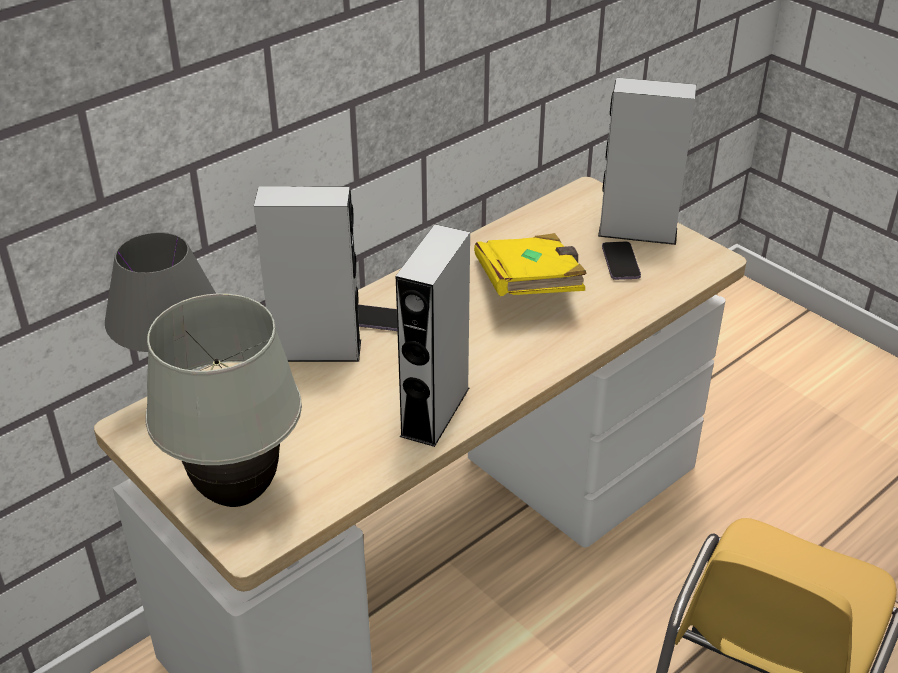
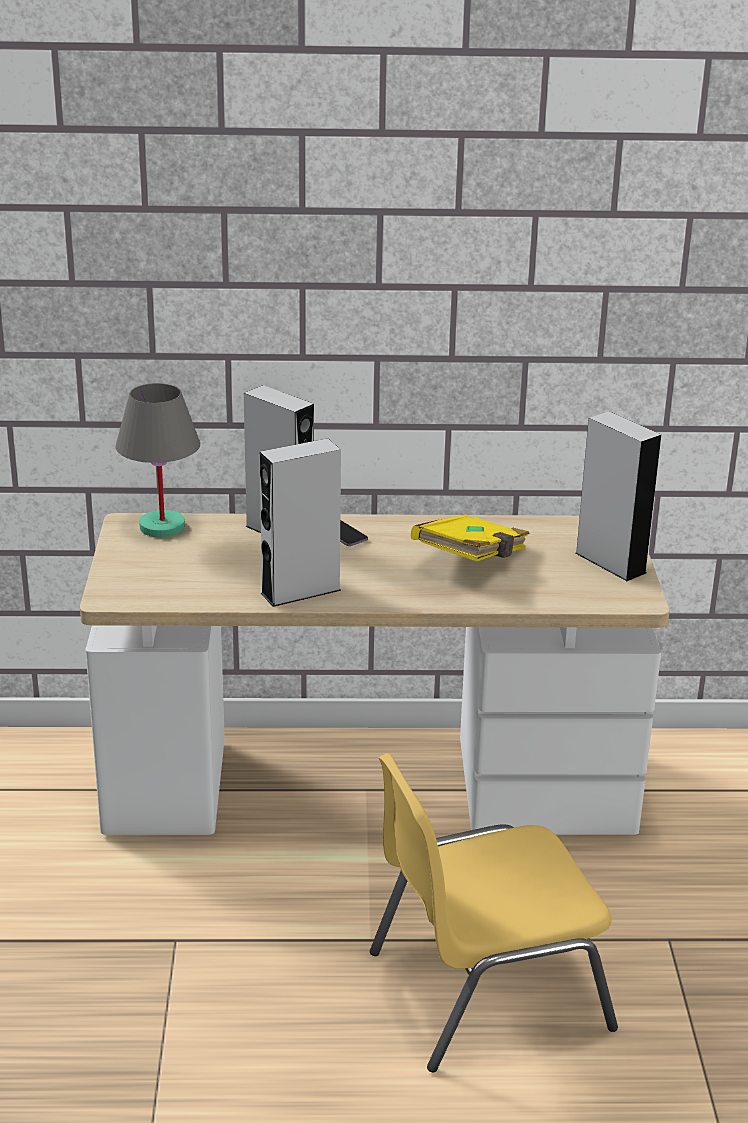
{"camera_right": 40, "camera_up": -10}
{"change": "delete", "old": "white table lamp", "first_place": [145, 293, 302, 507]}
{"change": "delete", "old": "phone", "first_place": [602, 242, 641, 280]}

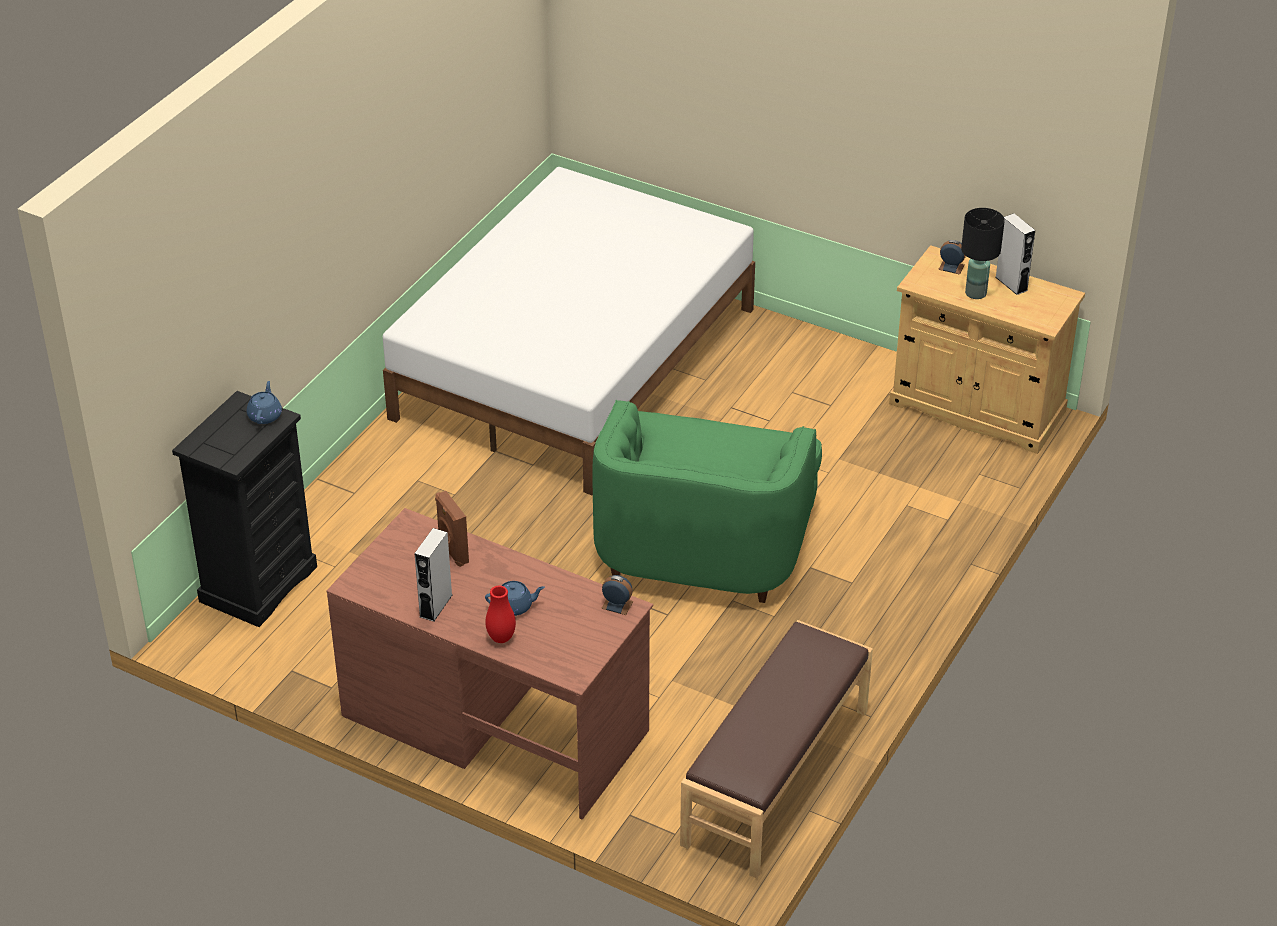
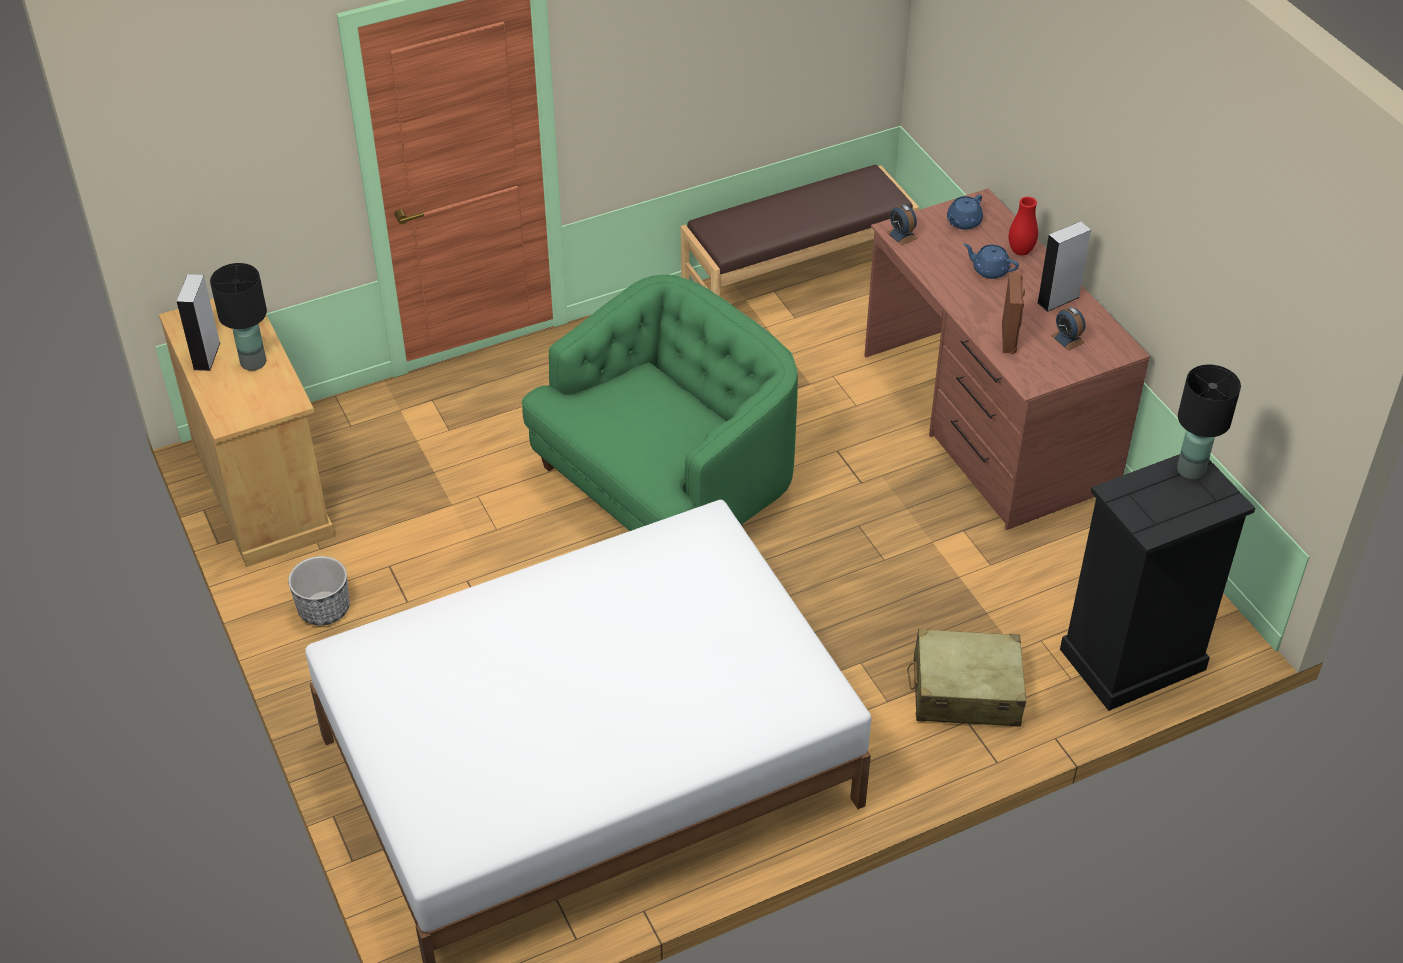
{"camera_right": -145, "camera_up": 5}
{"change": "move", "old": "blue teapot", "first_place": [247, 381, 282, 424], "second_place": [947, 195, 983, 230]}
{"change": "move", "old": "alarm clock", "first_place": [938, 240, 966, 275], "second_place": [1051, 307, 1086, 351]}
{"change": "insert", "new": "planter", "second_place": [288, 556, 350, 625]}
{"change": "insert", "new": "beige suitcase", "second_place": [907, 629, 1026, 727]}
{"change": "insert", "new": "black table lamp", "second_place": [1177, 364, 1241, 479]}

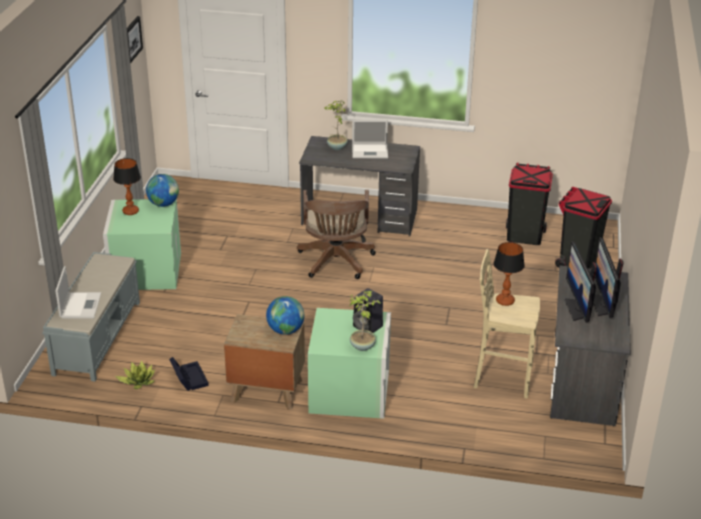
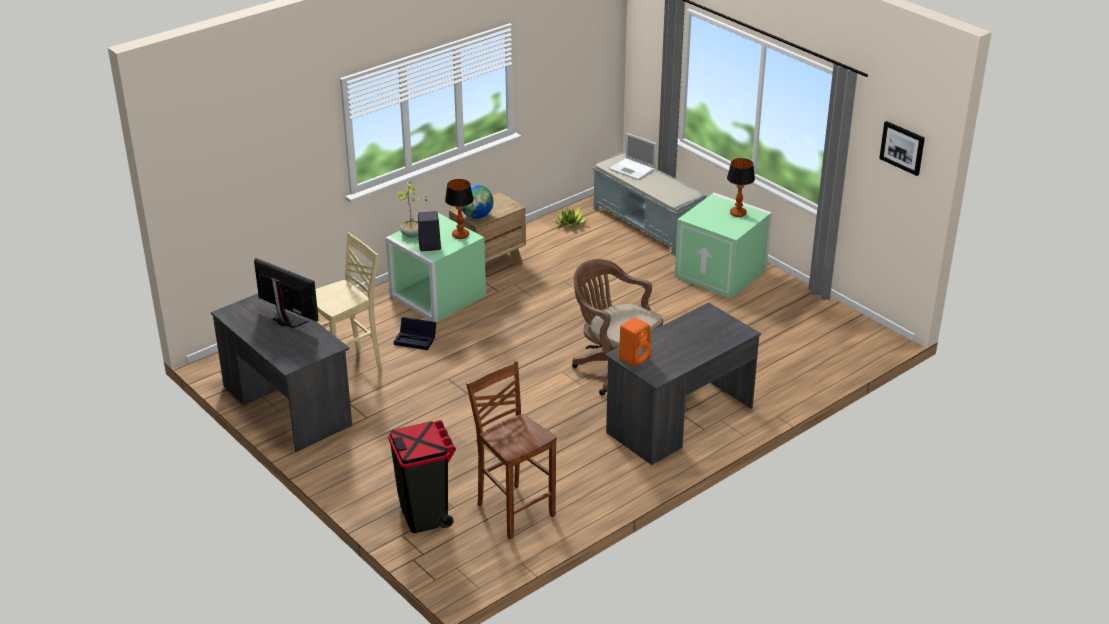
{"camera_right": 130, "camera_up": 0}
{"change": "delete", "old": "globe", "first_place": [146, 174, 179, 207]}
{"change": "move", "old": "black storage box", "first_place": [169, 357, 209, 391], "second_place": [394, 317, 436, 350]}
{"change": "delete", "old": "potted plant", "first_place": [324, 100, 348, 150]}
{"change": "delete", "old": "laptop", "first_place": [352, 120, 388, 158]}
{"change": "move", "old": "table lamp", "first_place": [493, 242, 525, 306], "second_place": [445, 179, 474, 239]}
{"change": "replace", "old": "black trash can", "new": "brown stool", "first_place": [506, 163, 553, 245], "second_place": [466, 361, 557, 539]}
{"change": "delete", "old": "monitor", "first_place": [594, 237, 624, 318]}
{"change": "insert", "new": "orange speaker", "second_place": [619, 317, 651, 367]}

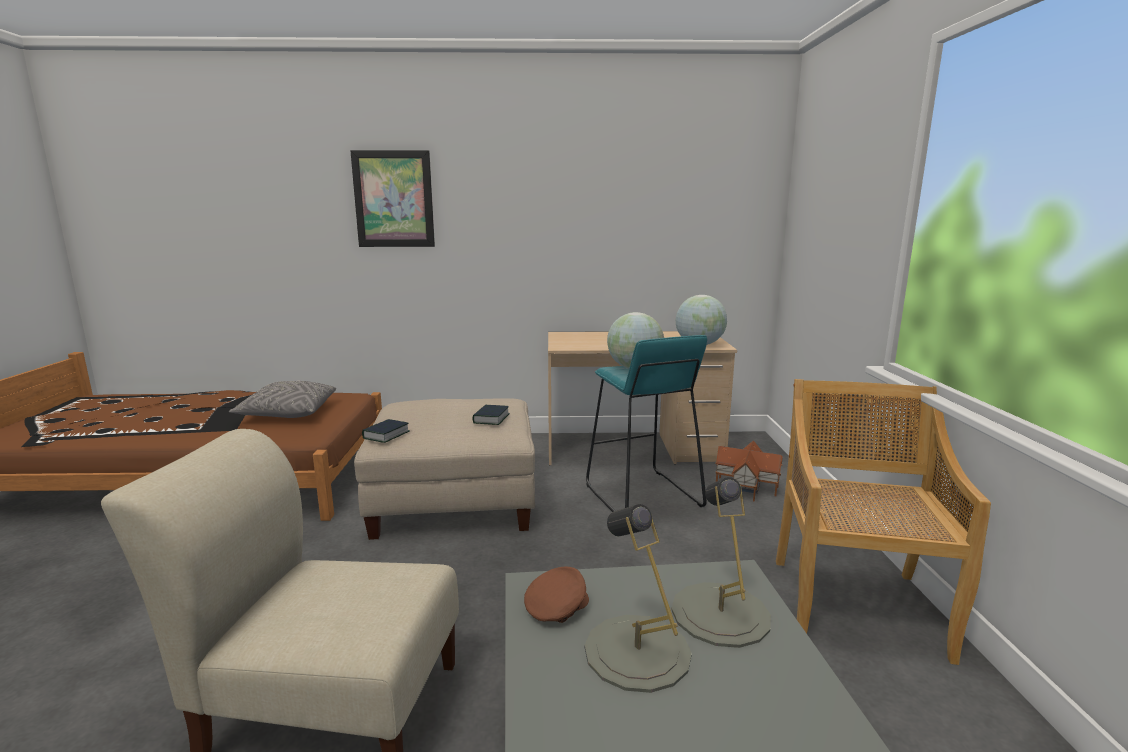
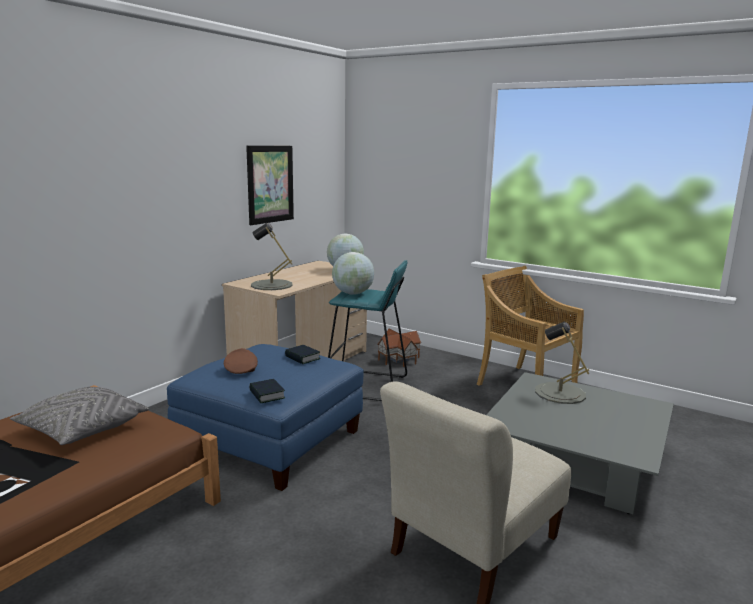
{"camera_right": -55, "camera_up": 0}
{"change": "move", "old": "picture", "first_place": [350, 150, 435, 247], "second_place": [246, 146, 294, 225]}
{"change": "recolor", "old": "beige ottoman", "new": "blue ottoman", "first_place": [354, 398, 535, 540], "second_place": [167, 344, 364, 491]}
{"change": "move", "old": "brown cap", "first_place": [524, 567, 589, 623], "second_place": [224, 348, 258, 374]}
{"change": "move", "old": "grey table lamp", "first_place": [585, 504, 692, 693], "second_place": [251, 223, 293, 290]}

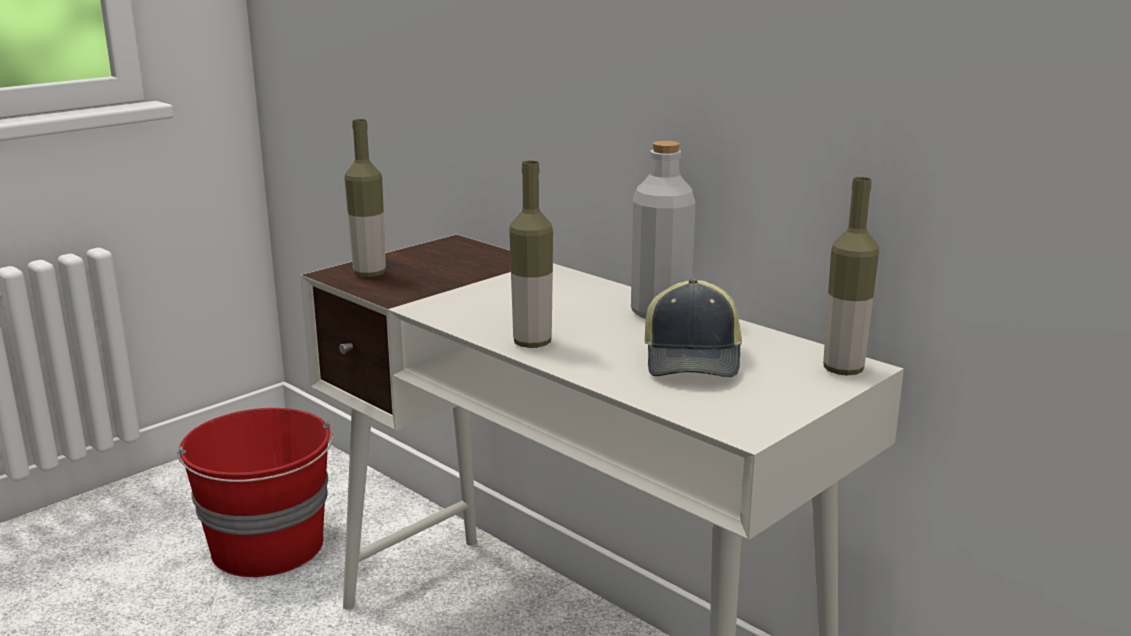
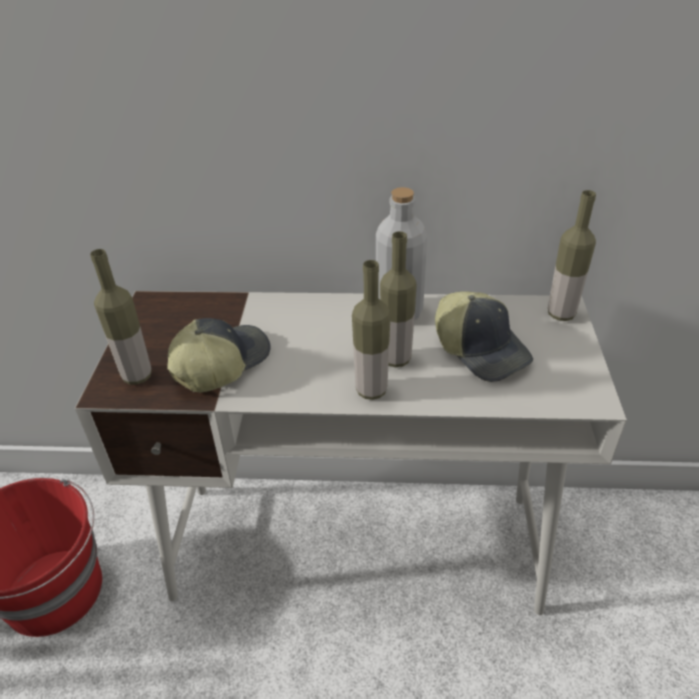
{"camera_right": -40, "camera_up": 20}
{"change": "insert", "new": "cap", "second_place": [167, 318, 271, 393]}
{"change": "insert", "new": "bottle", "second_place": [380, 231, 417, 367]}

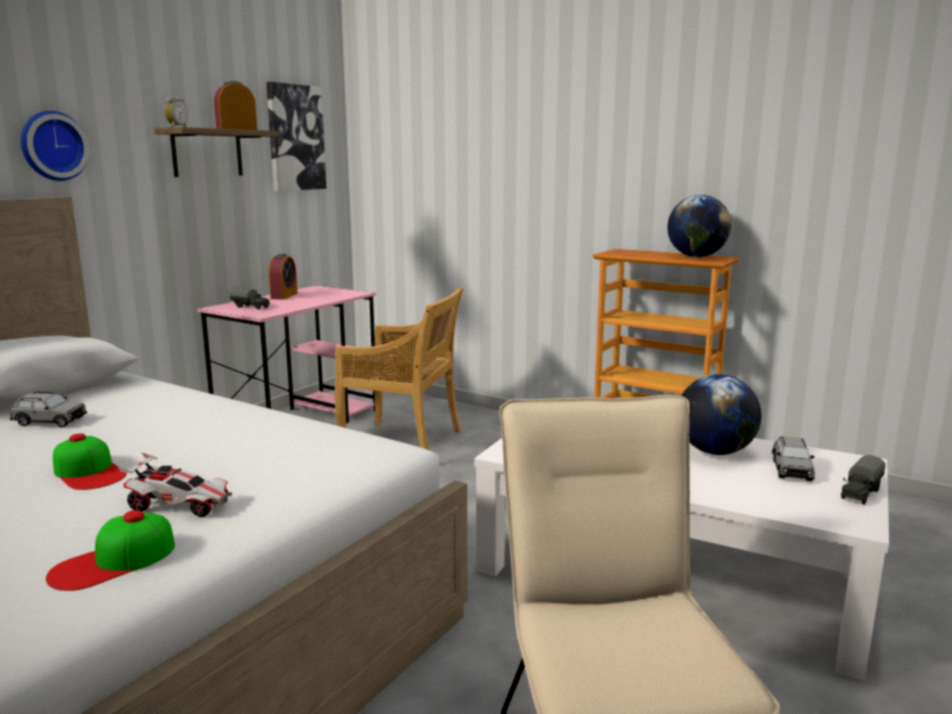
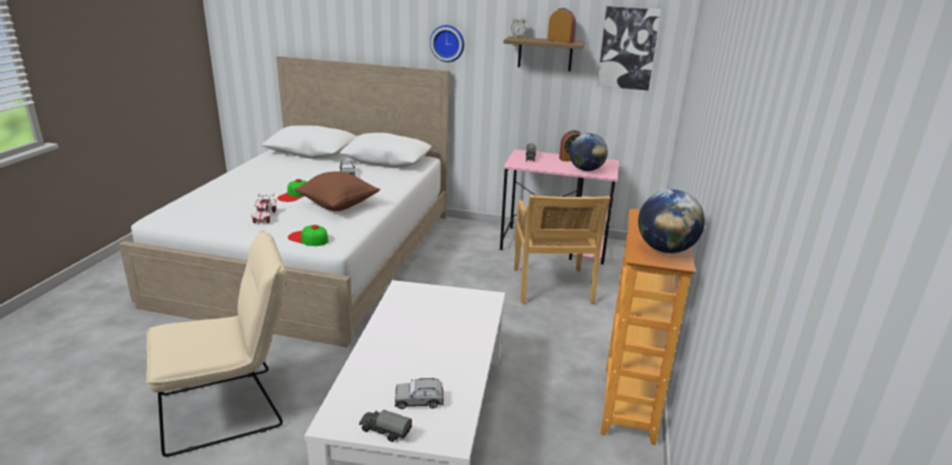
{"camera_right": 70, "camera_up": 10}
{"change": "move", "old": "cap", "first_place": [46, 510, 175, 591], "second_place": [288, 225, 328, 246]}
{"change": "move", "old": "globe", "first_place": [681, 374, 762, 455], "second_place": [569, 133, 608, 171]}
{"change": "insert", "new": "brown pillow", "second_place": [295, 171, 380, 211]}

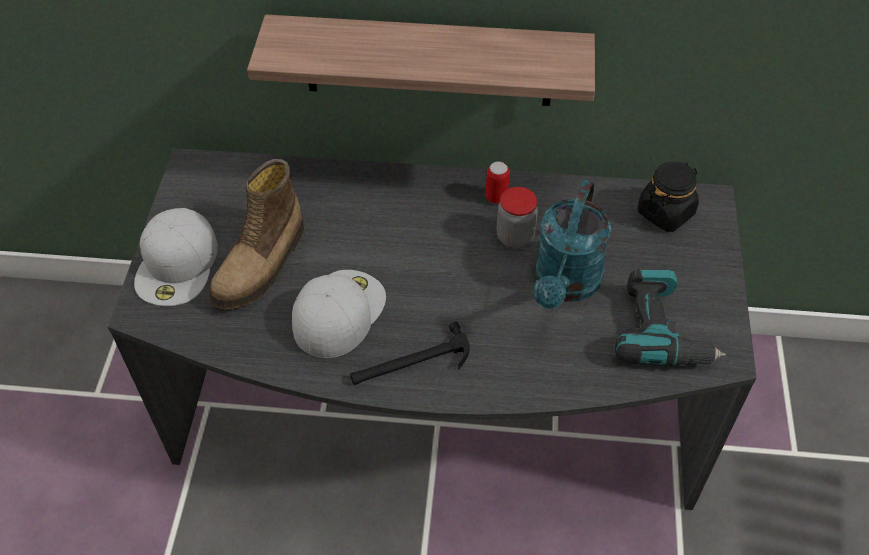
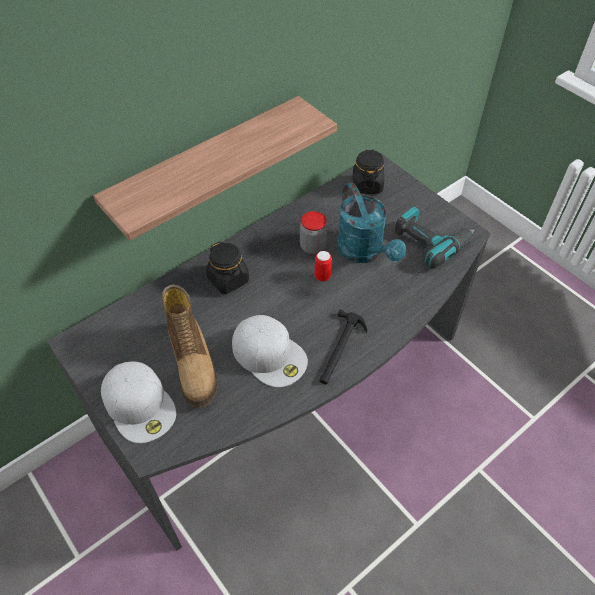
{"camera_right": -45, "camera_up": 0}
{"change": "rotate", "old": "white cap", "first_place": [292, 270, 386, 358], "second_place": [232, 315, 308, 387], "degrees": 150}
{"change": "move", "old": "can", "first_place": [486, 161, 510, 204], "second_place": [315, 251, 332, 281]}
{"change": "insert", "new": "black jar", "second_place": [206, 241, 249, 294]}

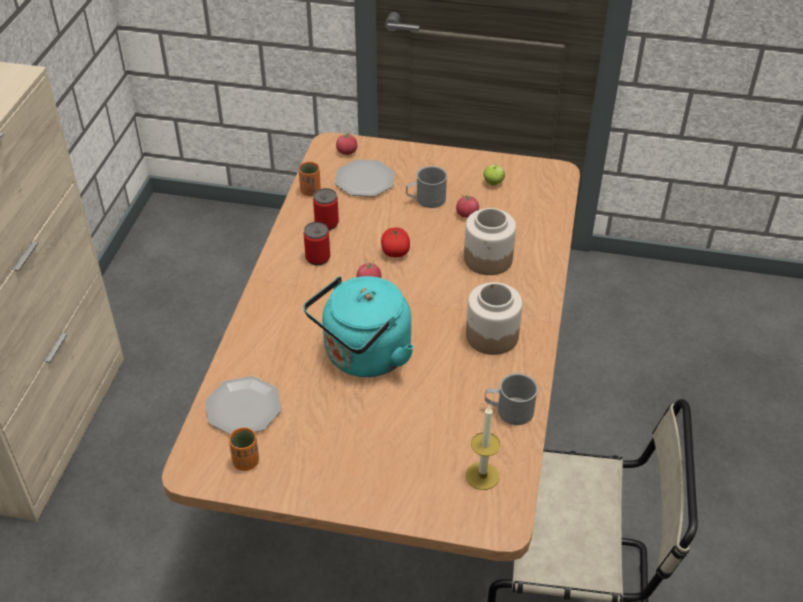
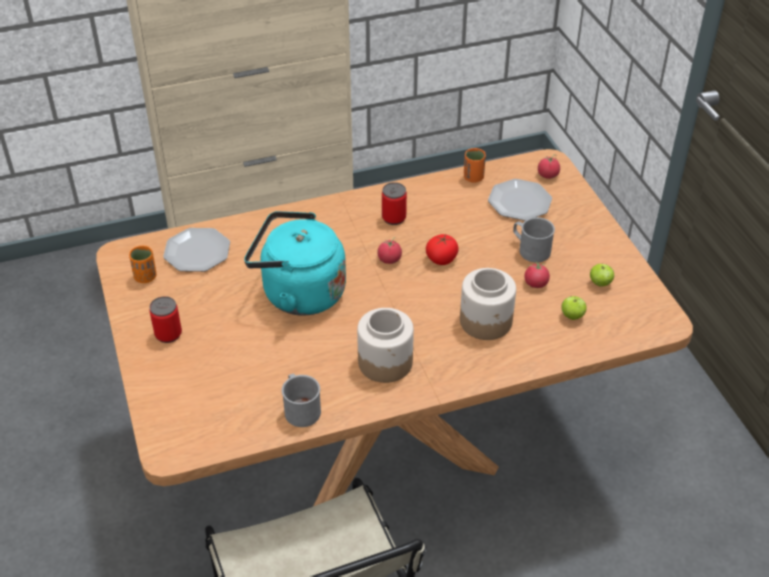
{"camera_right": 60, "camera_up": 0}
{"change": "move", "old": "can", "first_place": [313, 188, 339, 230], "second_place": [149, 296, 182, 343]}
{"change": "delete", "old": "candle", "first_place": [466, 406, 500, 490]}
{"change": "insert", "new": "apple", "second_place": [561, 296, 587, 320]}

